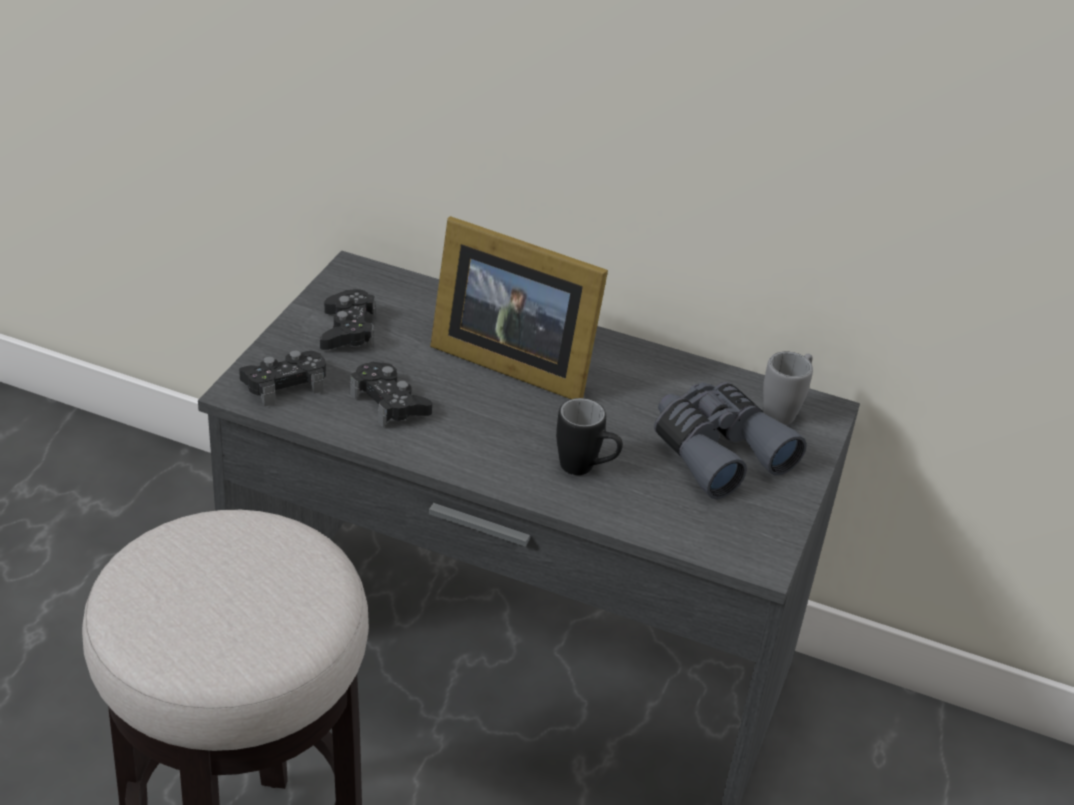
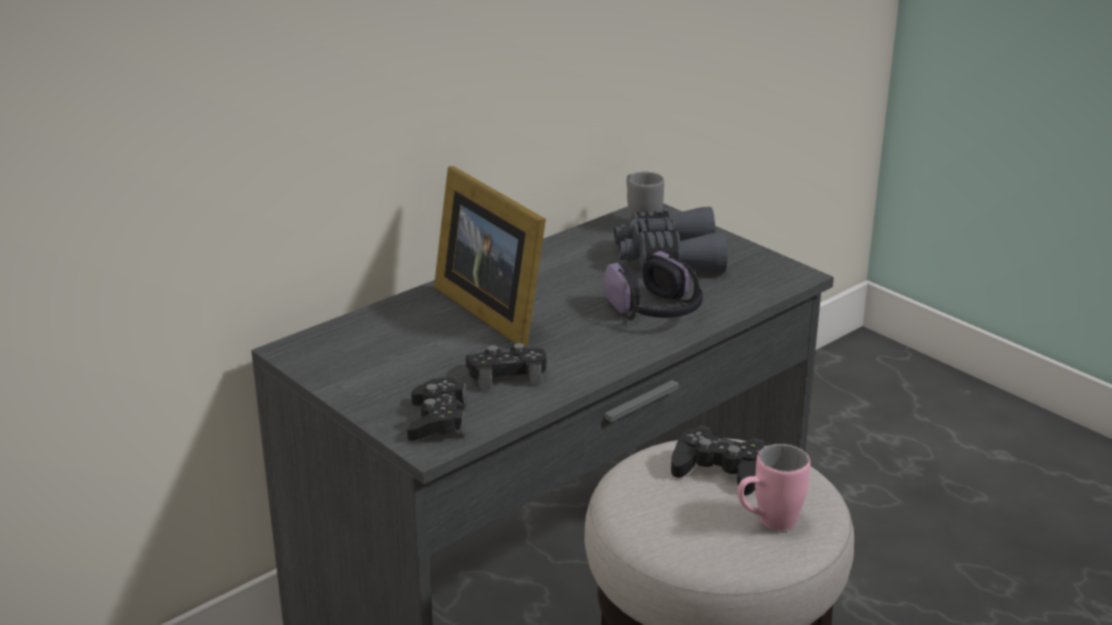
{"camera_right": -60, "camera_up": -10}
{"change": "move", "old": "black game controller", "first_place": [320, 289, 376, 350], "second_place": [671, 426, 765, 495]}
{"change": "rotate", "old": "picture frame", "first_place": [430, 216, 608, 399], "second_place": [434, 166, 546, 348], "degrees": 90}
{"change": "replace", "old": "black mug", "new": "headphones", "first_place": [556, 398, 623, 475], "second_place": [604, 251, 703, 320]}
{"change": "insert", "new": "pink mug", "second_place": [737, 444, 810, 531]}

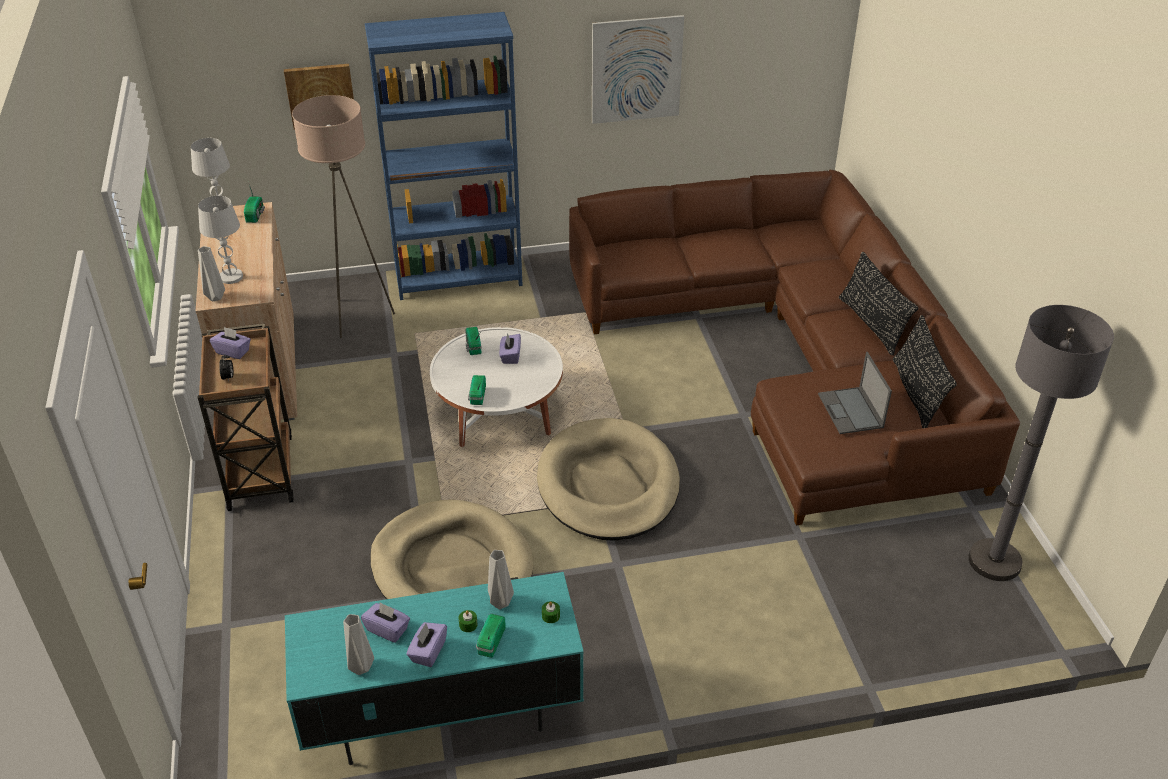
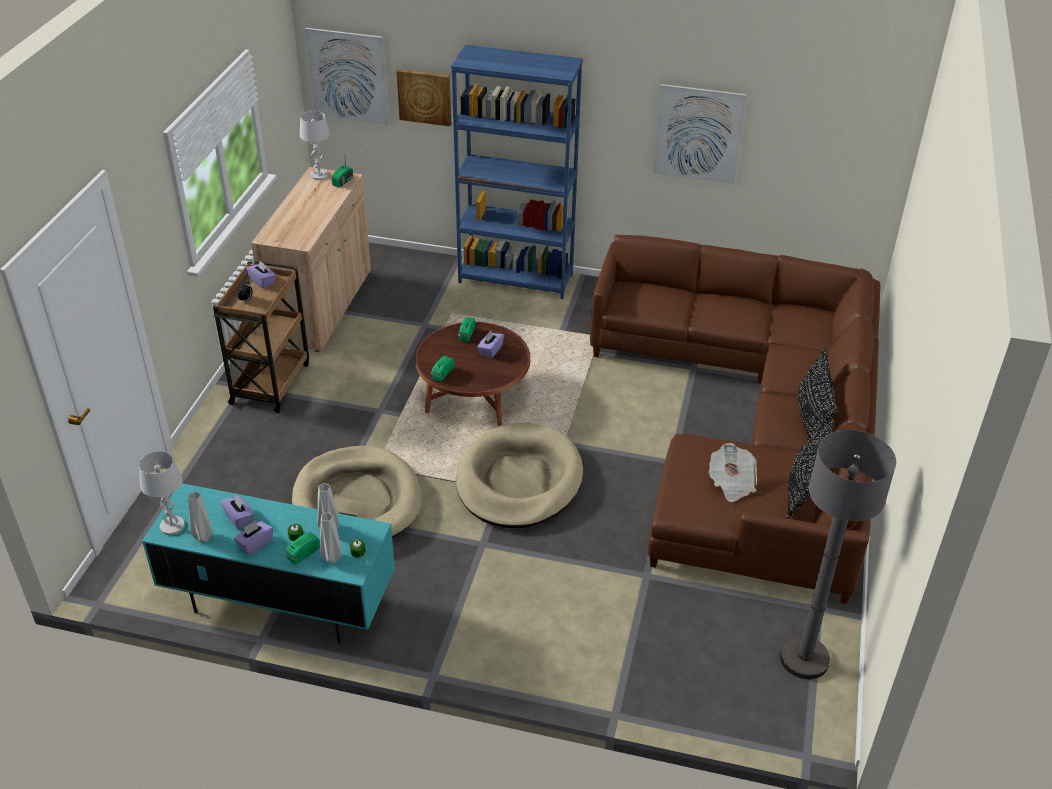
{"camera_right": 25, "camera_up": 0}
{"change": "move", "old": "white table lamp", "first_place": [198, 196, 243, 284], "second_place": [139, 451, 185, 535]}
{"change": "move", "old": "grey vase", "first_place": [198, 246, 225, 301], "second_place": [320, 512, 342, 563]}
{"change": "delete", "old": "beige floor lamp", "first_place": [292, 95, 395, 338]}
{"change": "recolor", "old": "white coffee table", "new": "brown coffee table", "first_place": [430, 327, 563, 447], "second_place": [415, 322, 530, 426]}
{"change": "replace", "old": "laptop", "new": "newspaper", "first_place": [818, 352, 892, 434], "second_place": [708, 443, 757, 502]}
{"change": "insert", "new": "picture", "second_place": [305, 28, 389, 125]}

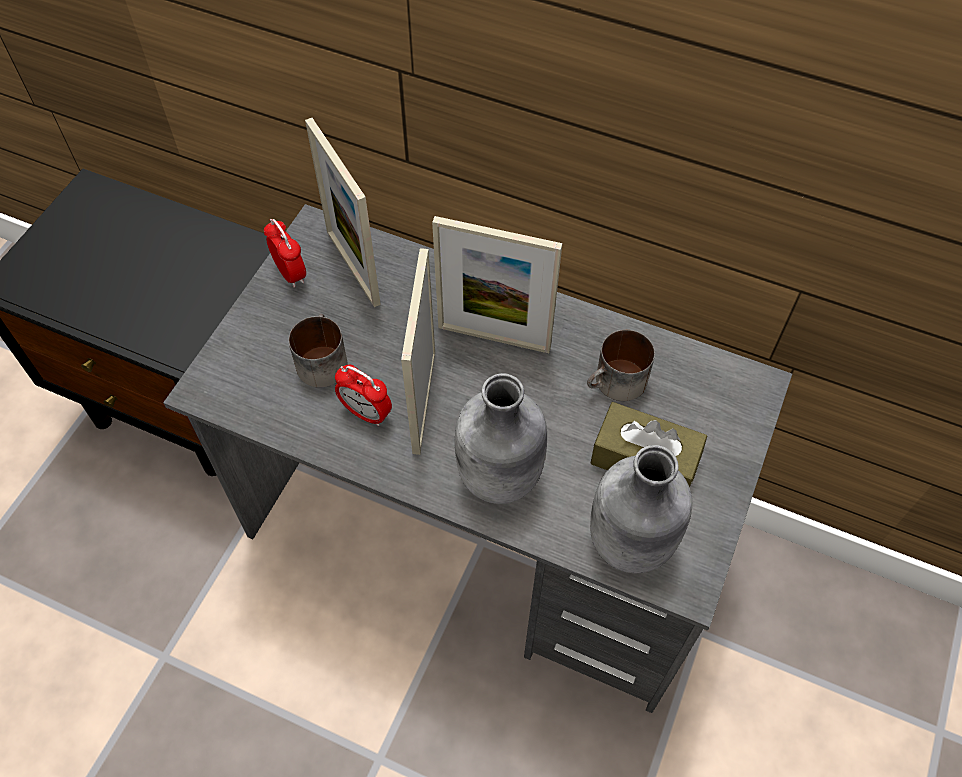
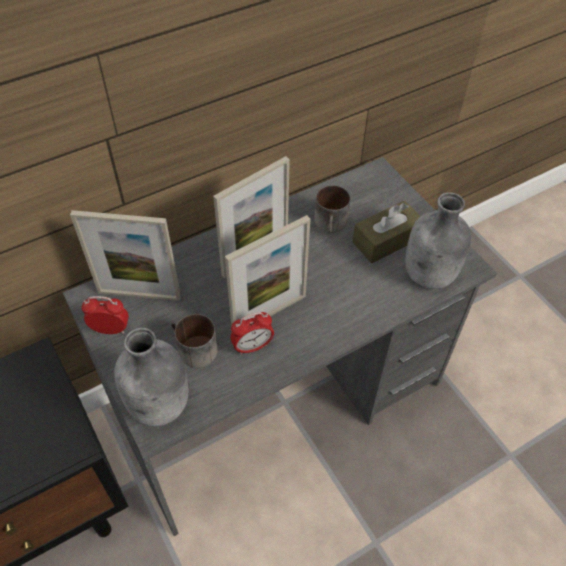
{"camera_right": -55, "camera_up": -5}
{"change": "rotate", "old": "picture frame", "first_place": [401, 248, 435, 455], "second_place": [225, 215, 310, 326], "degrees": -75}
{"change": "move", "old": "grey bottle", "first_place": [455, 373, 547, 504], "second_place": [114, 328, 188, 426]}

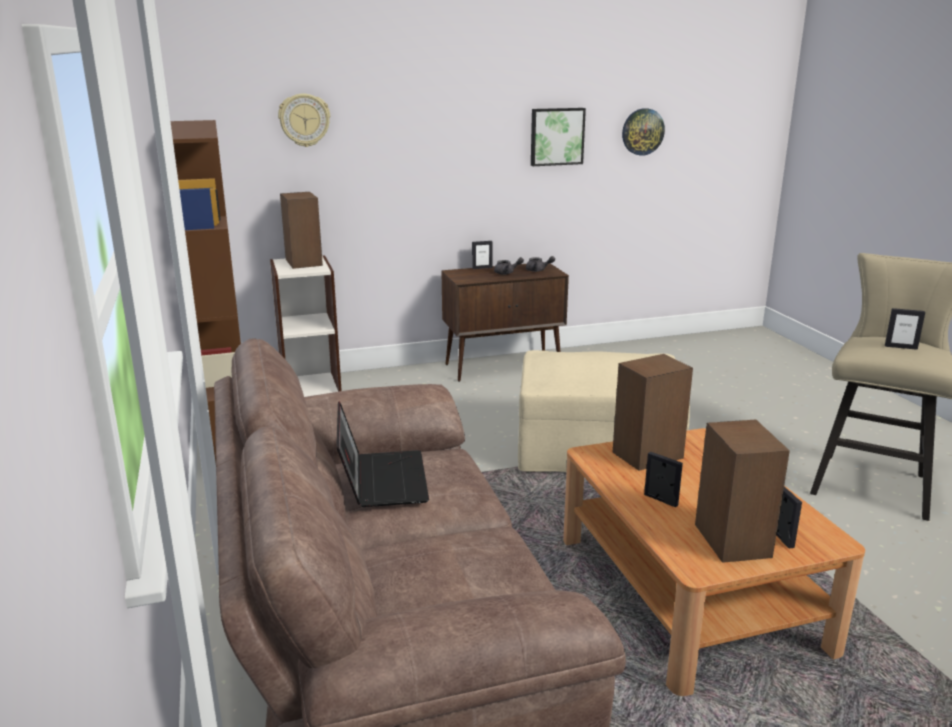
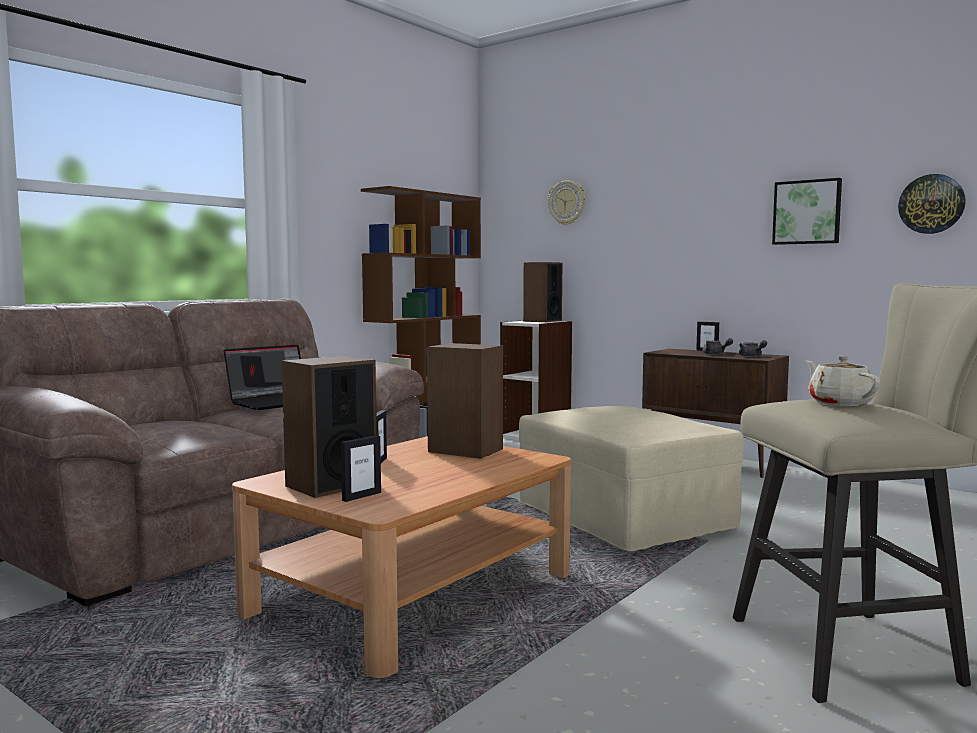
{"camera_right": 55, "camera_up": -15}
{"change": "replace", "old": "picture frame", "new": "beige teapot", "first_place": [885, 308, 925, 350], "second_place": [806, 356, 880, 406]}

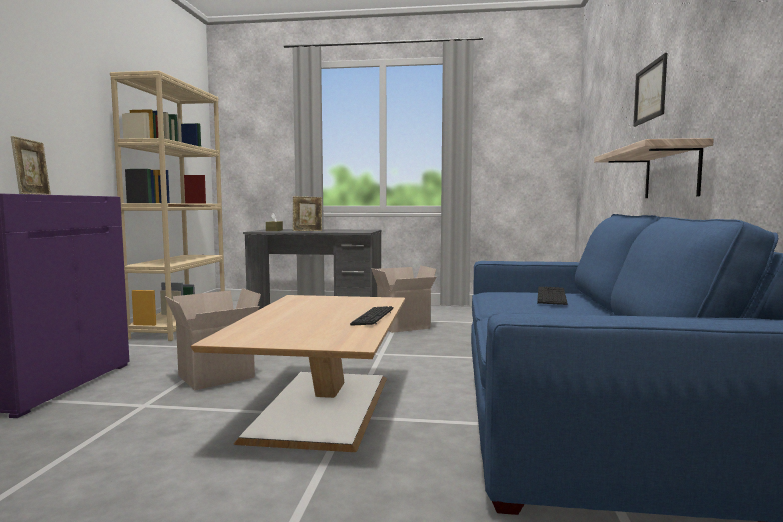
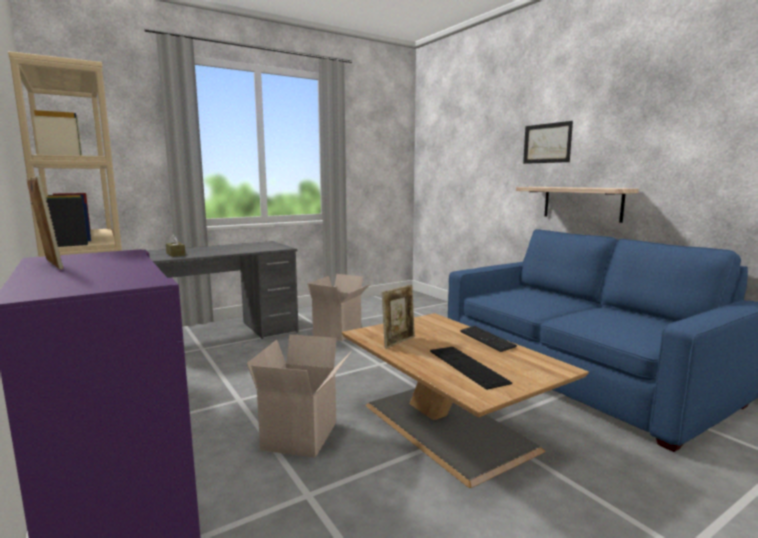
{"camera_right": -40, "camera_up": 5}
{"change": "move", "old": "picture frame", "first_place": [293, 196, 322, 231], "second_place": [382, 285, 415, 349]}
{"change": "move", "old": "keyboard", "first_place": [537, 287, 568, 305], "second_place": [430, 347, 512, 390]}

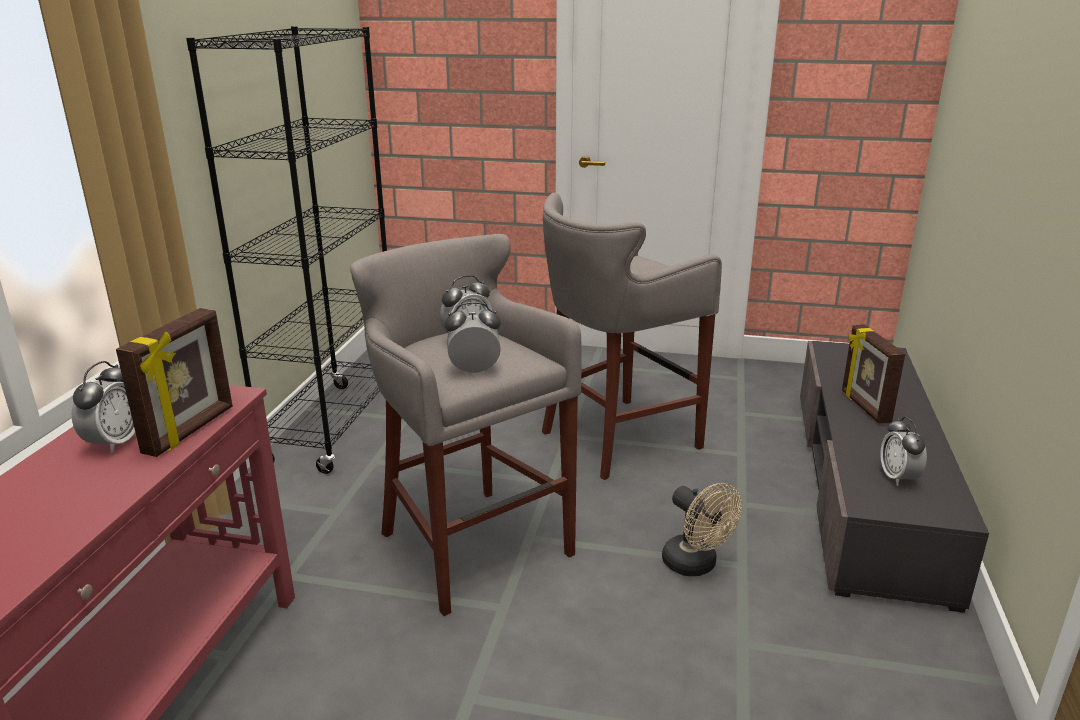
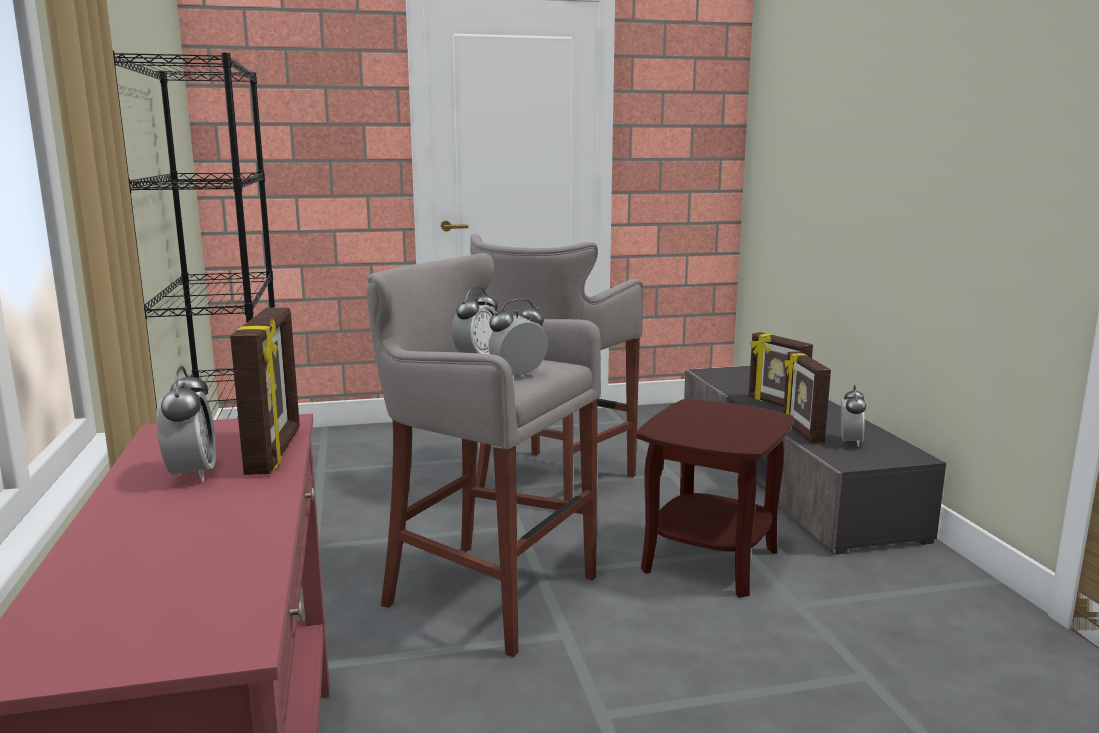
{"camera_right": -25, "camera_up": -10}
{"change": "replace", "old": "beige fan", "new": "brown side table", "first_place": [662, 483, 742, 576], "second_place": [636, 399, 794, 598]}
{"change": "rotate", "old": "alarm clock", "first_place": [880, 417, 927, 486], "second_place": [841, 385, 866, 447], "degrees": -135}
{"change": "insert", "new": "picture frame", "second_place": [783, 351, 831, 443]}

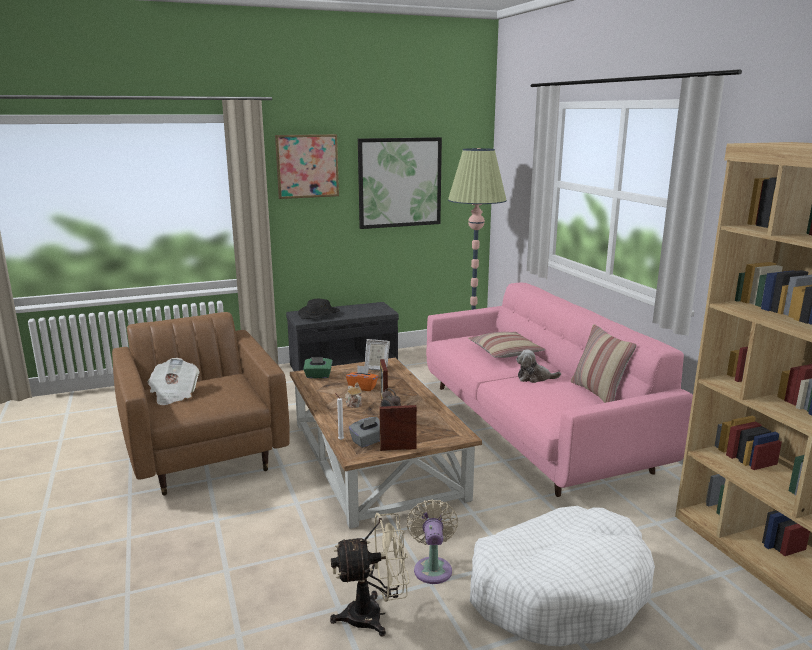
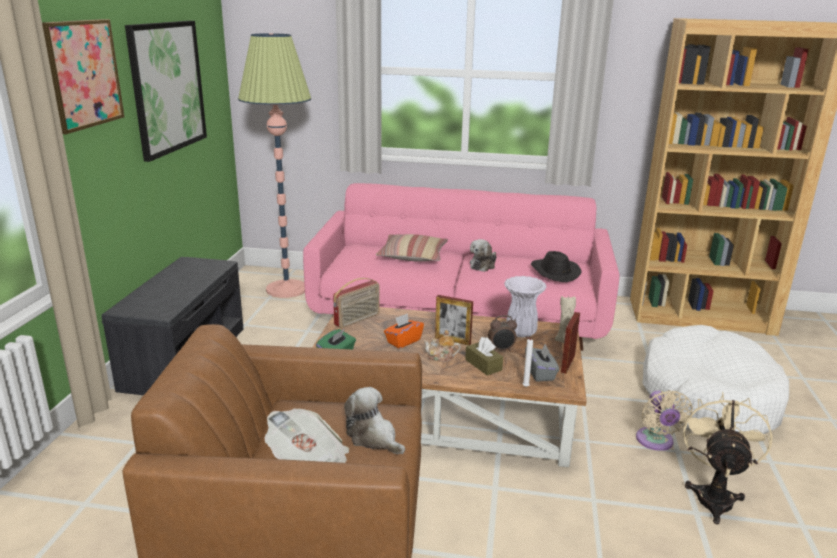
{"camera_right": -60, "camera_up": 5}
{"change": "move", "old": "black hat", "first_place": [298, 299, 340, 319], "second_place": [531, 251, 582, 282]}
{"change": "replace", "old": "picture frame", "new": "radio", "first_place": [365, 339, 390, 370], "second_place": [333, 278, 380, 328]}
{"change": "rotate", "old": "beige fan", "first_place": [407, 499, 458, 584], "second_place": [636, 390, 693, 451], "degrees": -120}
{"change": "delete", "old": "pillow", "first_place": [571, 324, 636, 403]}
{"change": "insert", "new": "plush toy", "second_place": [344, 387, 405, 454]}
{"change": "insert", "new": "brown tissue box", "second_place": [465, 337, 503, 376]}
{"change": "insert", "new": "white vase", "second_place": [504, 276, 547, 337]}
{"change": "insert", "new": "beige candle", "second_place": [555, 296, 576, 343]}

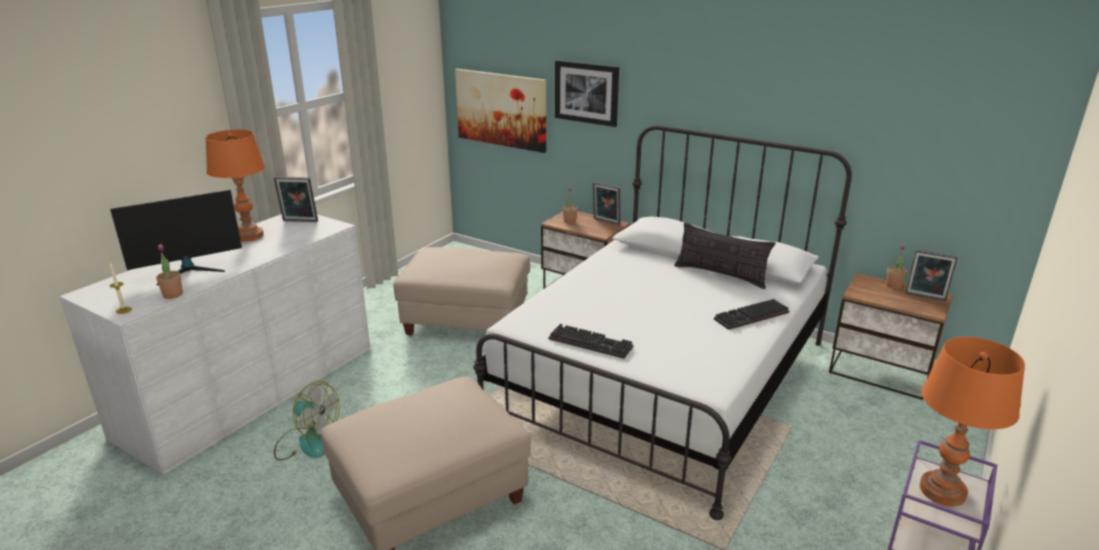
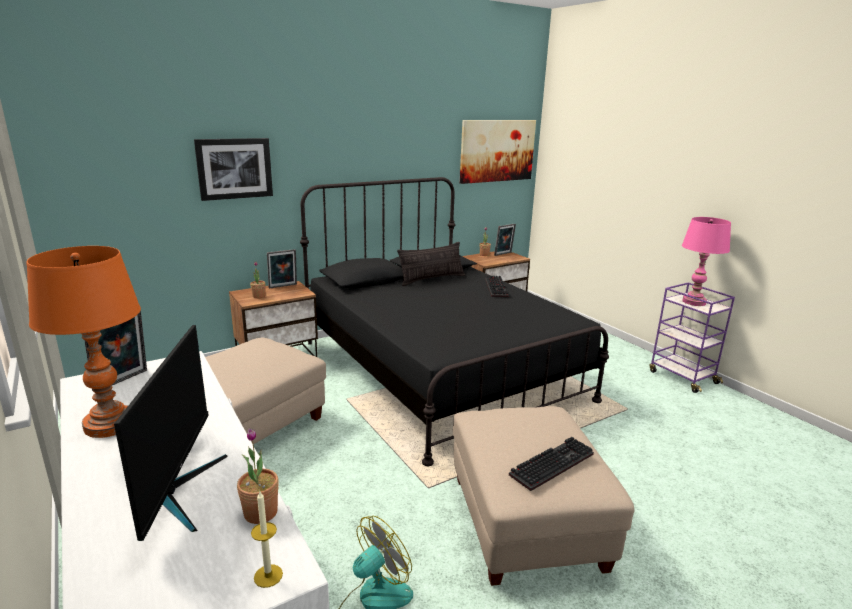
{"camera_right": -65, "camera_up": -5}
{"change": "move", "old": "picture", "first_place": [455, 69, 546, 153], "second_place": [460, 120, 536, 184]}
{"change": "recolor", "old": "white bed", "new": "black bed", "first_place": [473, 125, 852, 520], "second_place": [300, 177, 609, 466]}
{"change": "move", "old": "keyboard", "first_place": [549, 324, 633, 359], "second_place": [509, 437, 594, 491]}
{"change": "recolor", "old": "orange table lamp", "new": "pink table lamp", "first_place": [919, 337, 1025, 506], "second_place": [682, 217, 731, 306]}

